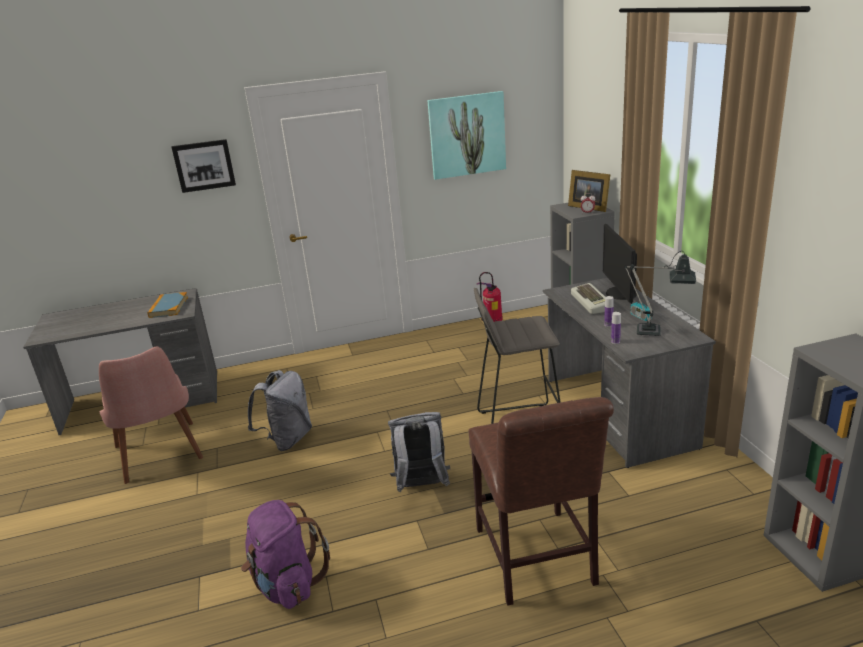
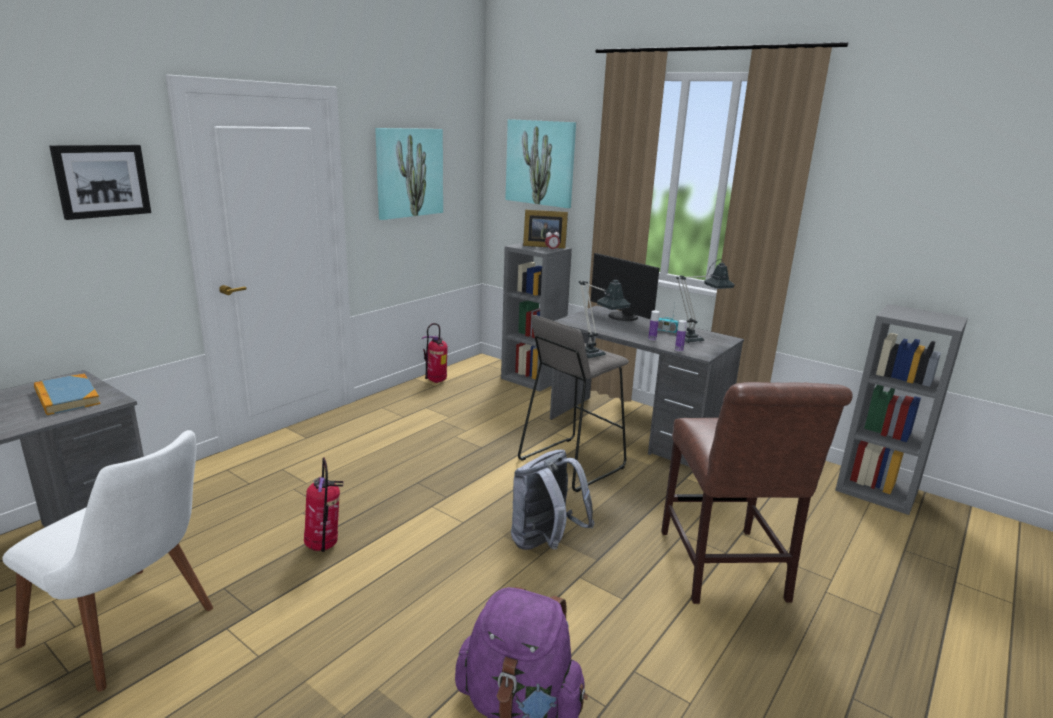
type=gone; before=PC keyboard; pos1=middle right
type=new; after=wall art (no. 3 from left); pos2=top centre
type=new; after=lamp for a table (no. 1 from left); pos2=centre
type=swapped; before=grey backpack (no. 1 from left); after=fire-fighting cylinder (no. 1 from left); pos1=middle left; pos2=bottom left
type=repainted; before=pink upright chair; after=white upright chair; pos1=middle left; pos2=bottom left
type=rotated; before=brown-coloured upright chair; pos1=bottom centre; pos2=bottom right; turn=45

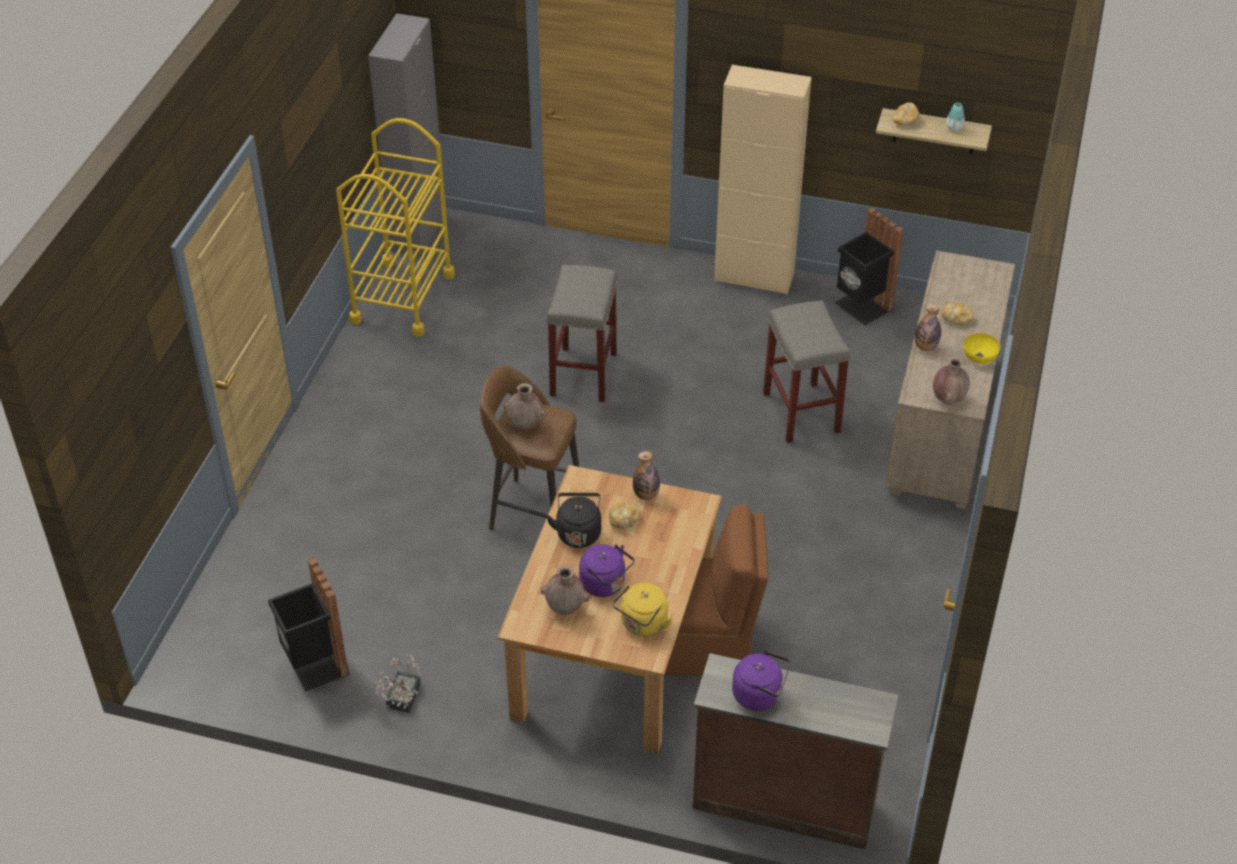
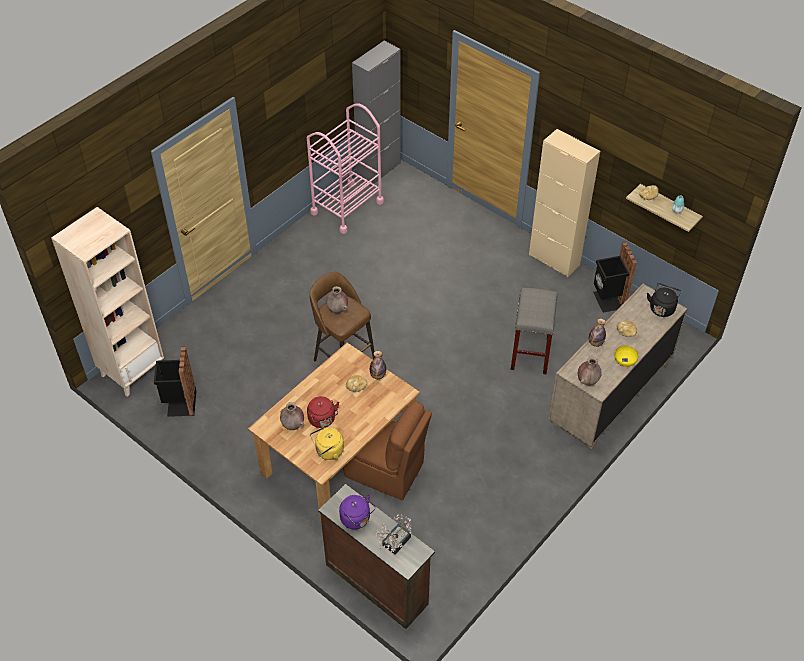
type=gone; before=grey stool (no. 1 from left); pos1=centre
type=new; after=sand-coloured bookshelf; pos2=middle left
type=shifted; before=potted plant; pos1=bottom left; pos2=bottom centre
type=shifted; before=black-coloured tea kettle; pos1=centre; pos2=middle right
type=repainted; before=yellow wheeled cart; after=pink wheeled cart; pos1=top left; pos2=top centre
type=repainted; before=purplish tea kettle (no. 1 from left); after=red tea kettle; pos1=centre; pos2=centre

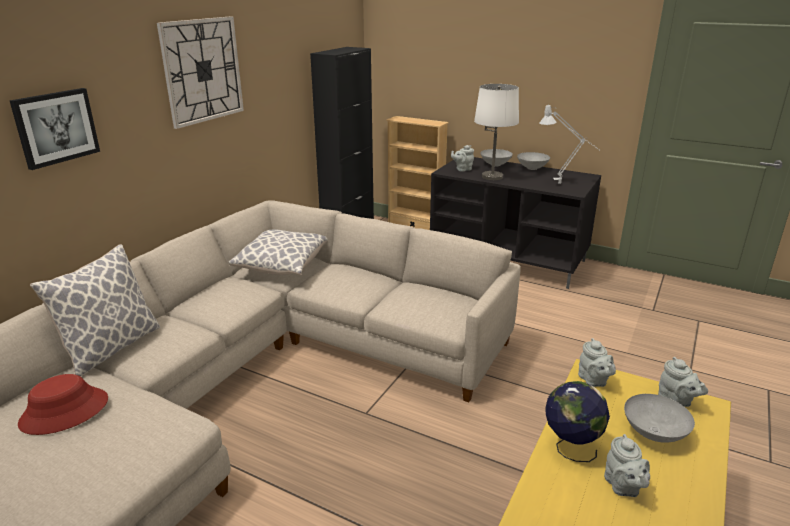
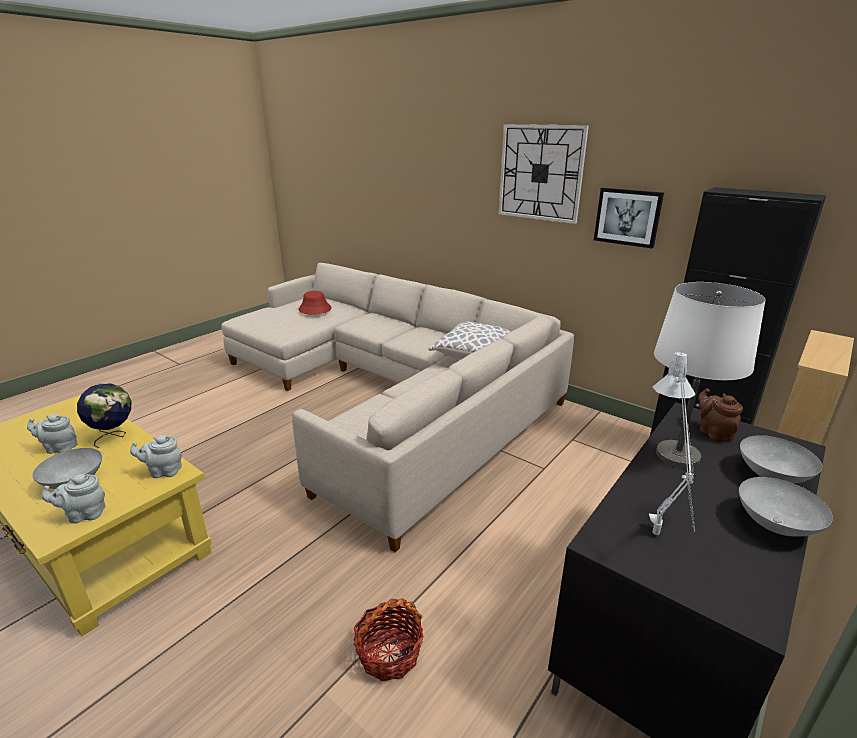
type=gone; before=throw pillow (no. 1 from left); pos1=middle left
type=new; after=basket; pos2=bottom centre
type=shifted; before=wall art; pos1=top left; pos2=top right
type=repainted; before=grey pot for tea (no. 1 from left); after=brown-coloured pot for tea; pos1=top centre; pos2=middle right

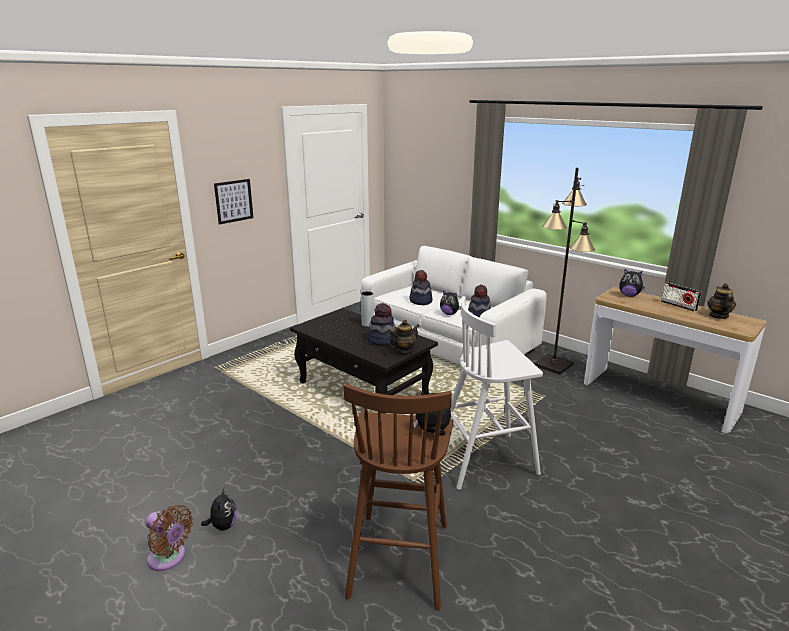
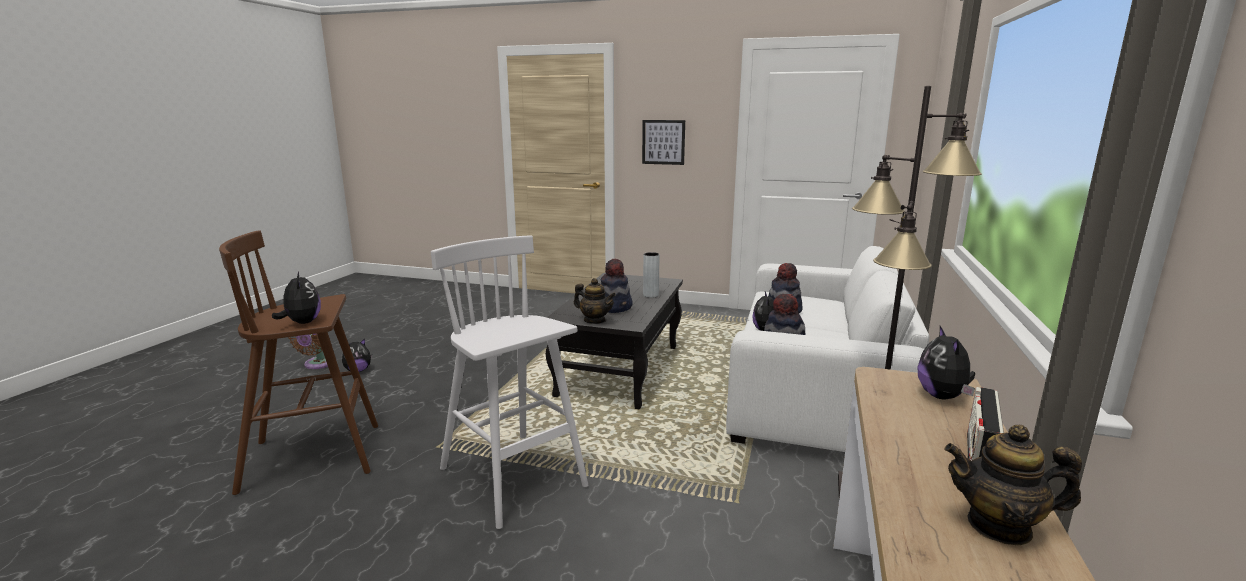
type=rotated; before=pot for tea (no. 2 from left); pos1=middle right; pos2=bottom right; turn=-150

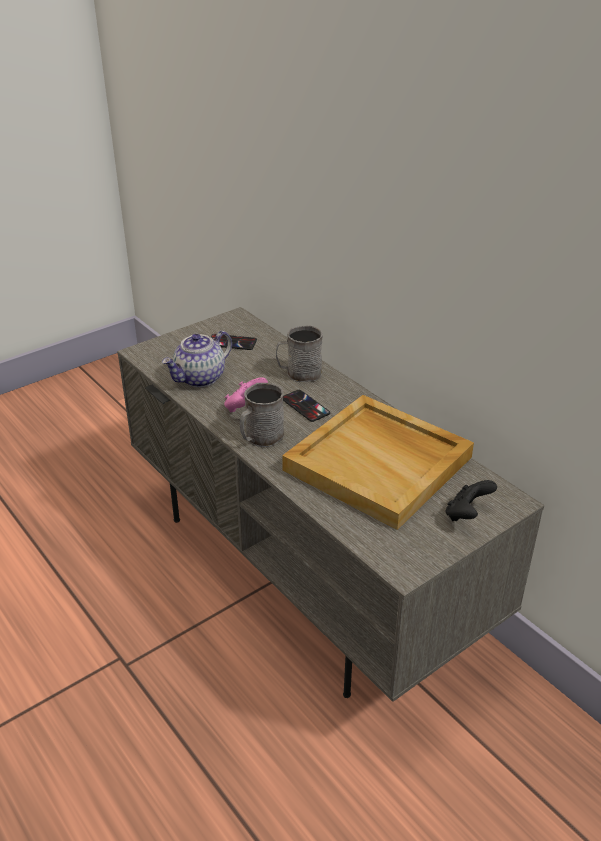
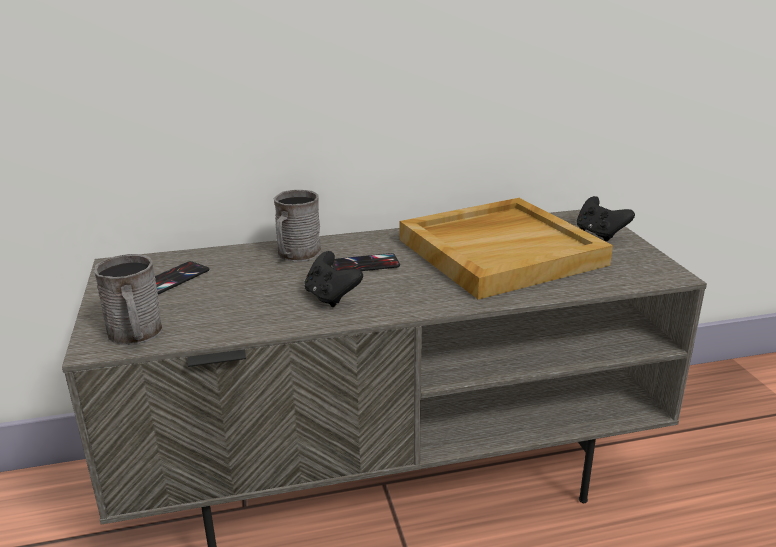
type=gone; before=pot for tea; pos1=middle left
type=shifted; before=grey tea mug (no. 1 from left); pos1=centre; pos2=middle left
type=repainted; before=pink gamepad; after=black-coloured gamepad (no. 1 from left); pos1=centre; pos2=centre

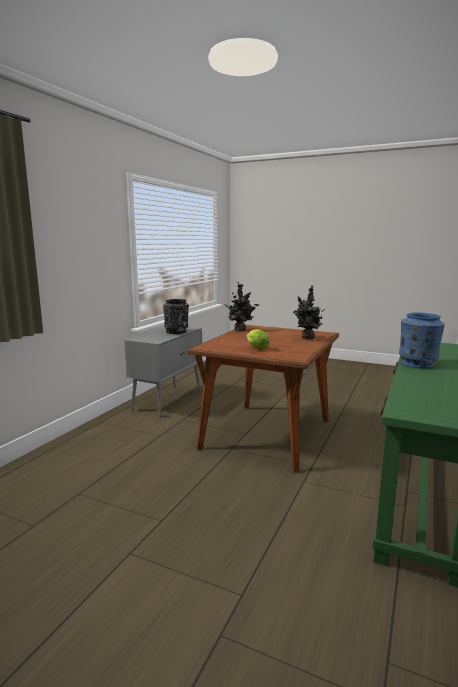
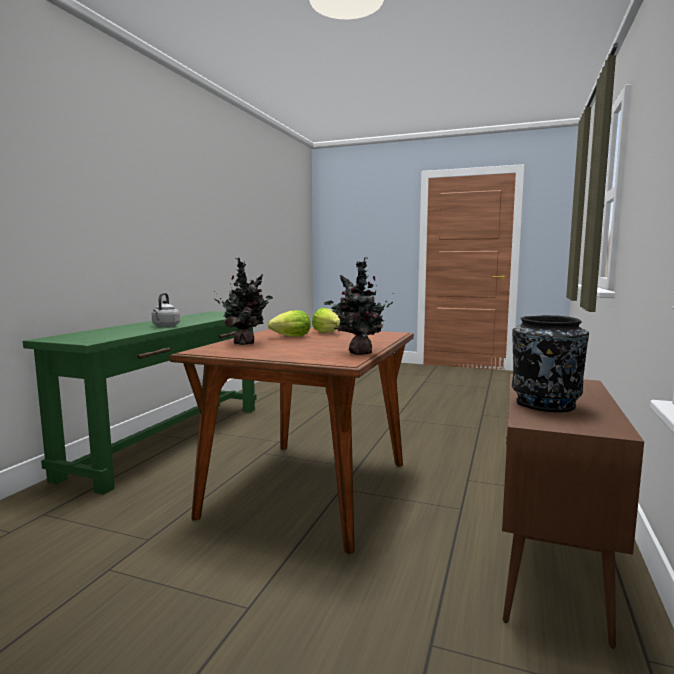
type=new; after=lettuce head (no. 1 from left); pos2=centre
type=swapped; before=bluish flower vase; after=grey tea kettle; pos1=middle right; pos2=middle left
type=repainted; before=grey storage cabinet; after=brown-coloured storage cabinet; pos1=centre; pos2=bottom right

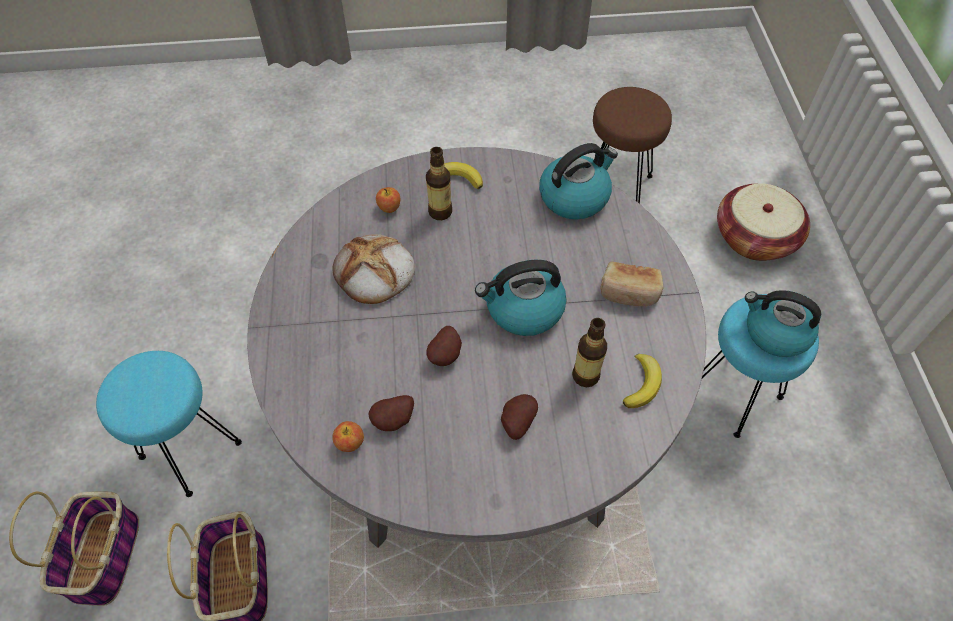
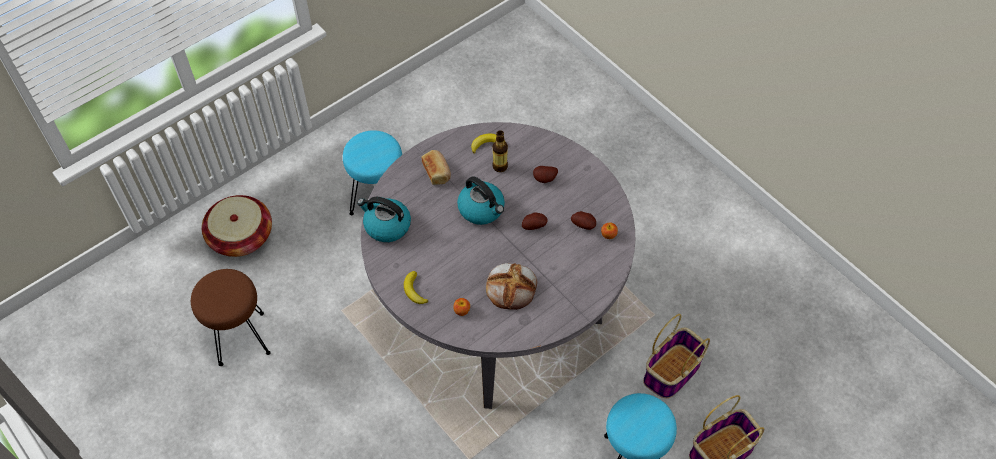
type=gone; before=beverage bottle (no. 1 from left); pos1=top centre
type=gone; before=tea kettle (no. 3 from left); pos1=middle right

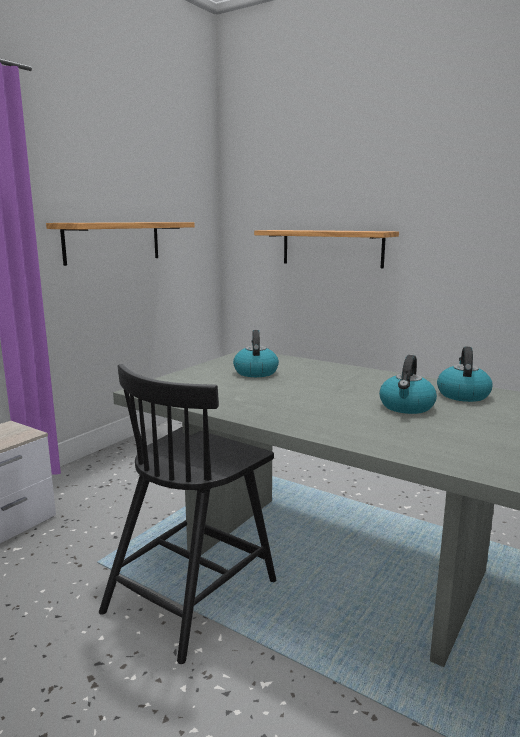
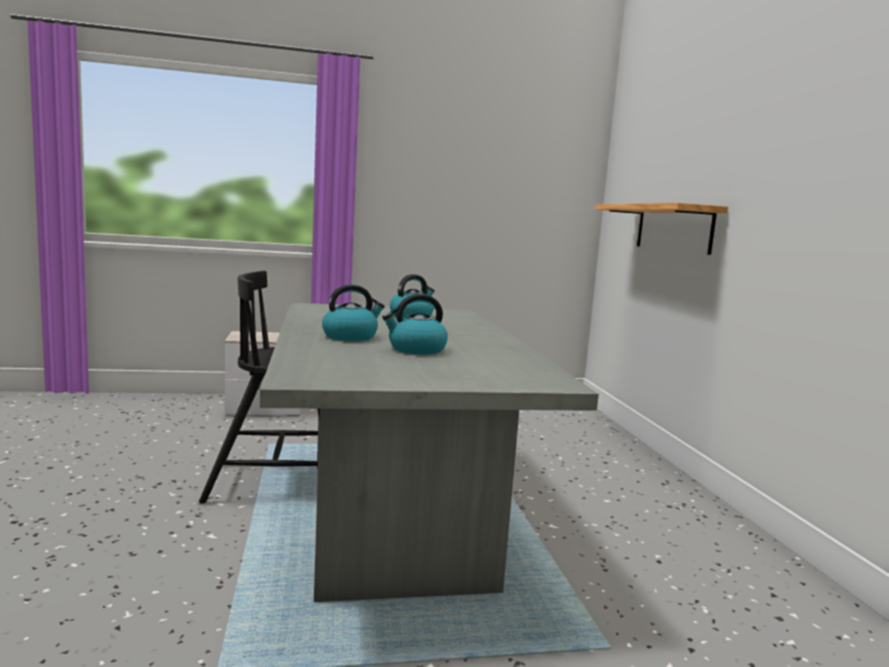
type=gone; before=bracket shelf (no. 1 from left); pos1=top left
type=shifted; before=tea kettle (no. 3 from left in the first image); after=tea kettle (no. 1 from left); pos1=middle right; pos2=centre

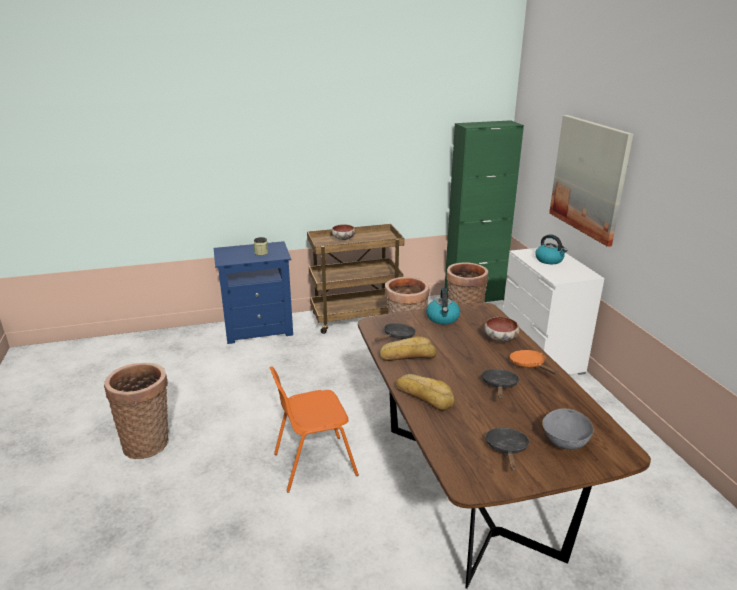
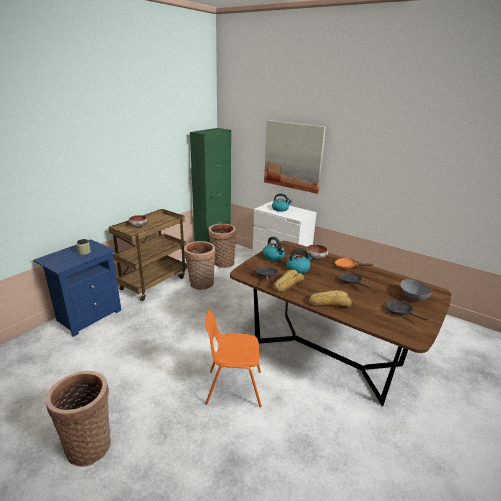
type=new; after=tea kettle (no. 3 from left); pos2=centre
type=rotated; before=orange upright chair; pos1=bottom centre; pos2=bottom centre; turn=60

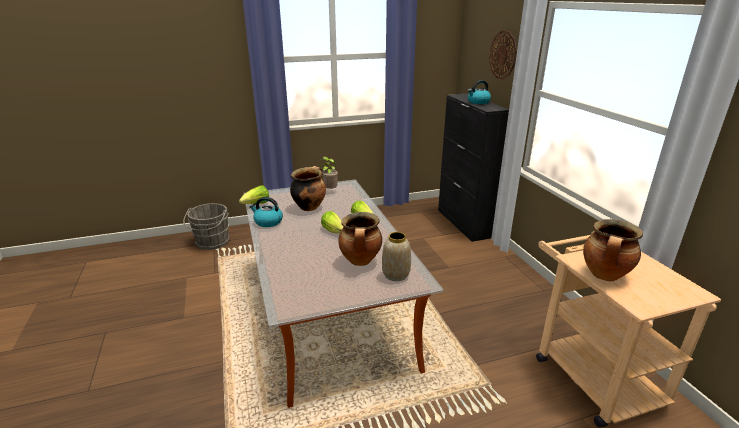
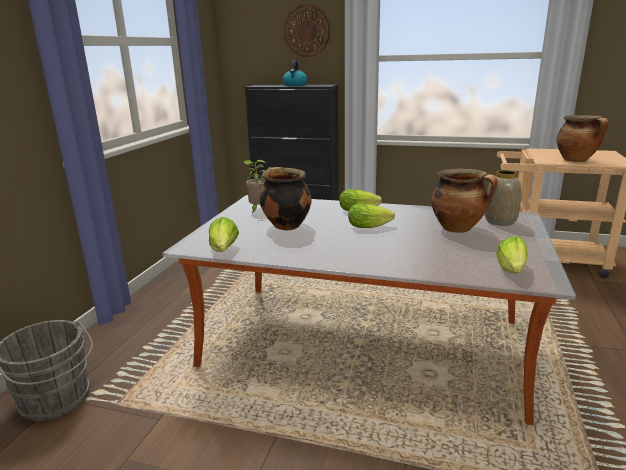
type=gone; before=tea kettle (no. 1 from left); pos1=centre
type=new; after=lettuce head (no. 4 from left); pos2=middle right

